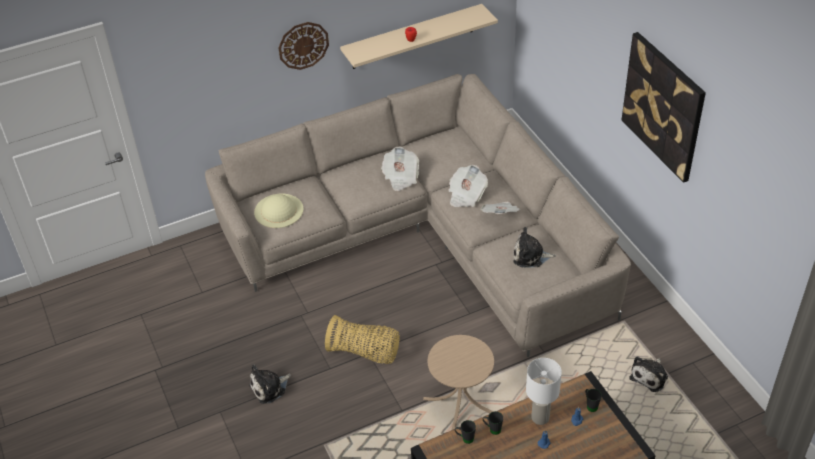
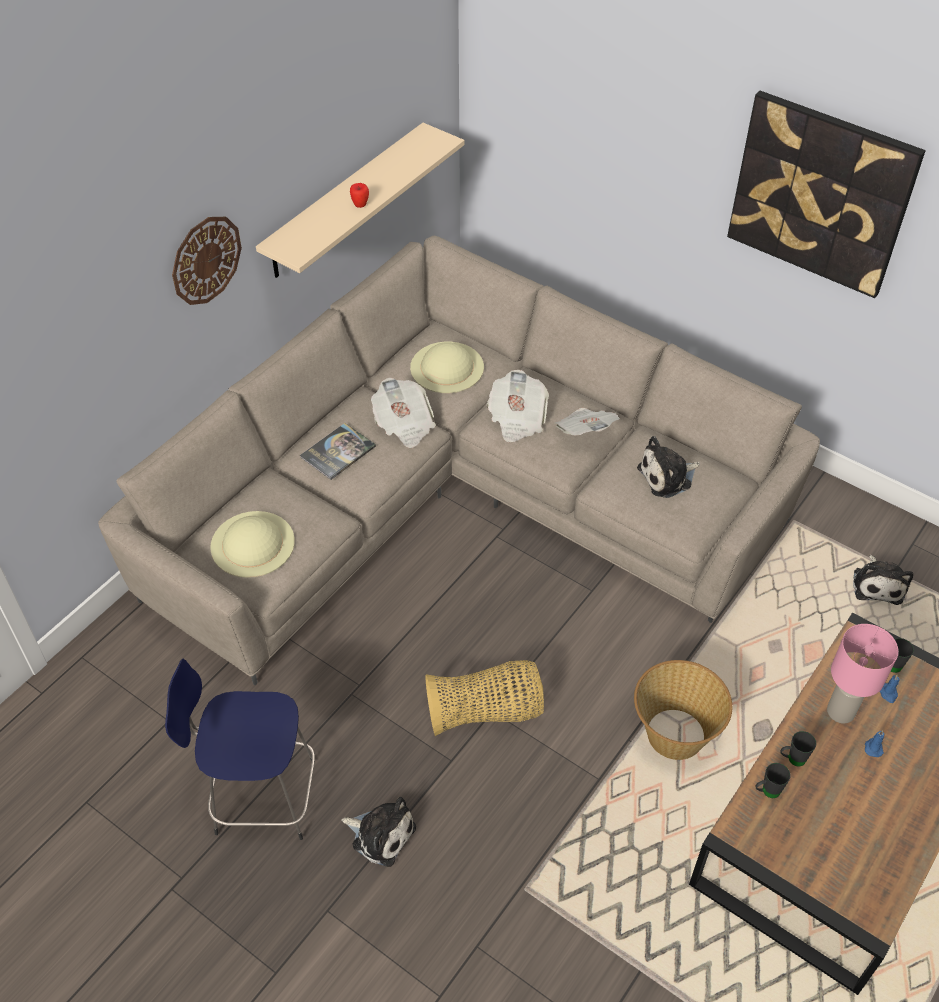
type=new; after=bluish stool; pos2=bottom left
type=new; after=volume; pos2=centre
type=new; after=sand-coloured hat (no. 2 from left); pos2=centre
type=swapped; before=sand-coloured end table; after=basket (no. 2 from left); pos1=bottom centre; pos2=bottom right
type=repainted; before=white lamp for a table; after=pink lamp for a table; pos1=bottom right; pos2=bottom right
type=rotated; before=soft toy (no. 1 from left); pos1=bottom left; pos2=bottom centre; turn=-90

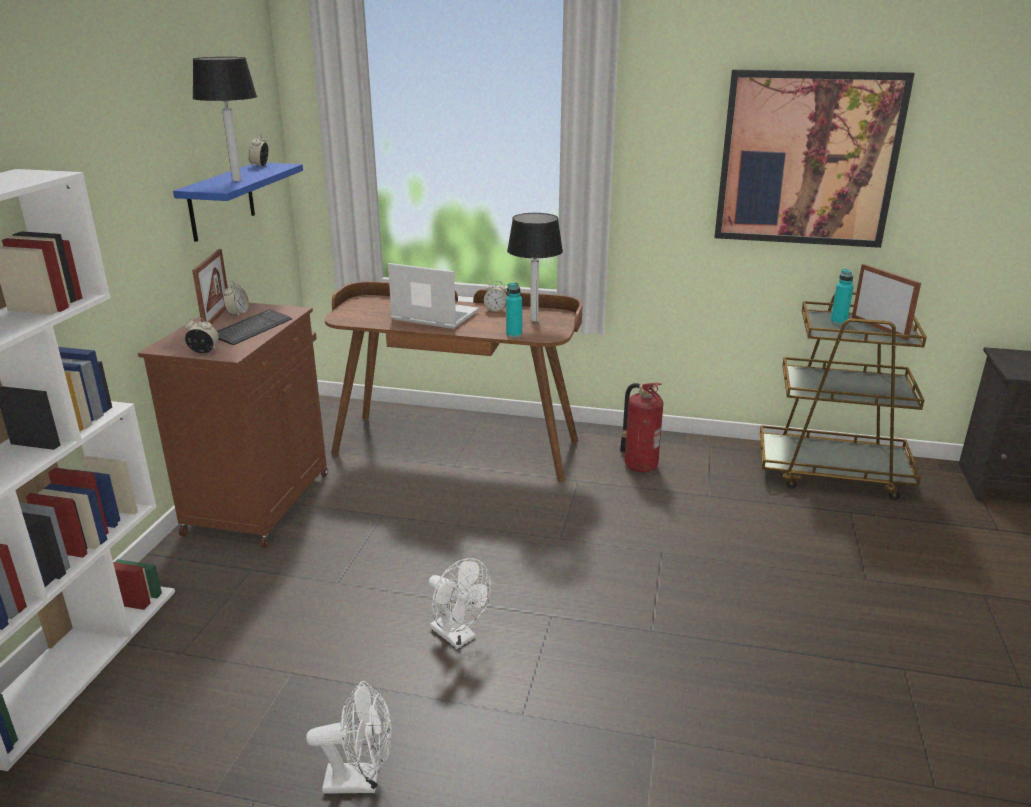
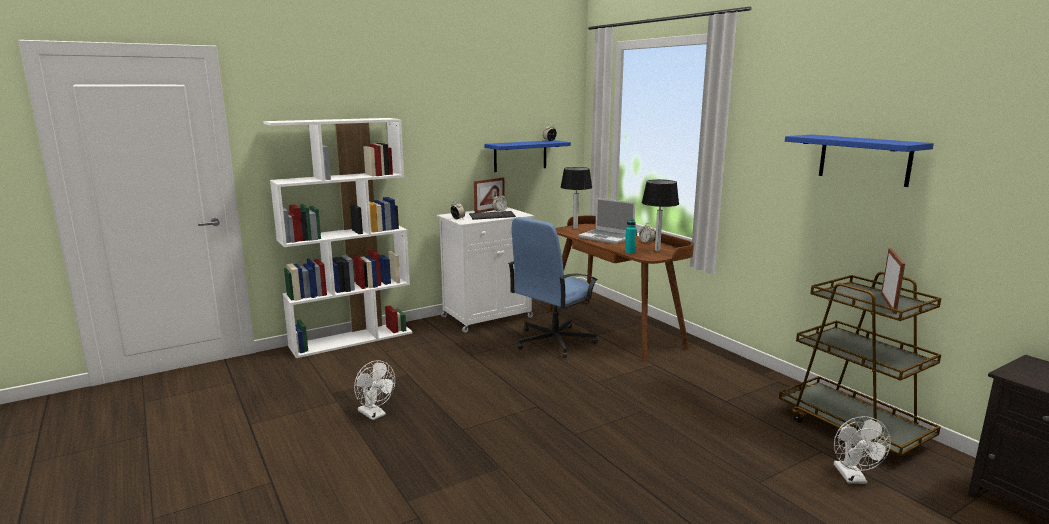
type=gone; before=fire-fighting cylinder; pos1=centre
type=gone; before=turquoise beverage bottle (no. 2 from left); pos1=middle right
type=new; after=bluish office chair; pos2=centre
type=shifted; before=lamp for a table (no. 1 from left); pos1=top left; pos2=centre
type=shifted; before=white fan (no. 2 from left); pos1=bottom centre; pos2=bottom right
type=swapped; before=wall art; after=bluish bracket shelf (no. 2 from left); pos1=top right; pos2=top right
type=repainted; before=brown-coloured storage cabinet; after=white storage cabinet; pos1=middle left; pos2=centre
type=rotated; before=portable computer; pos1=centre; pos2=centre; turn=150

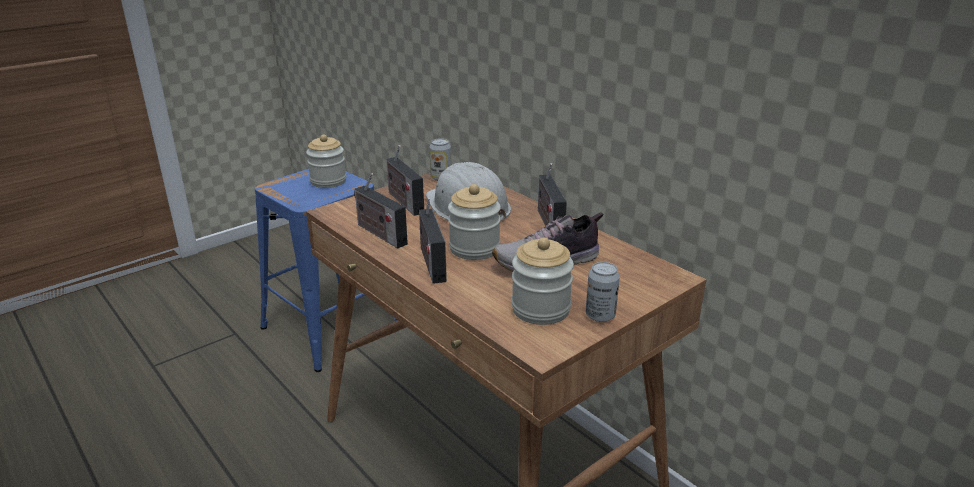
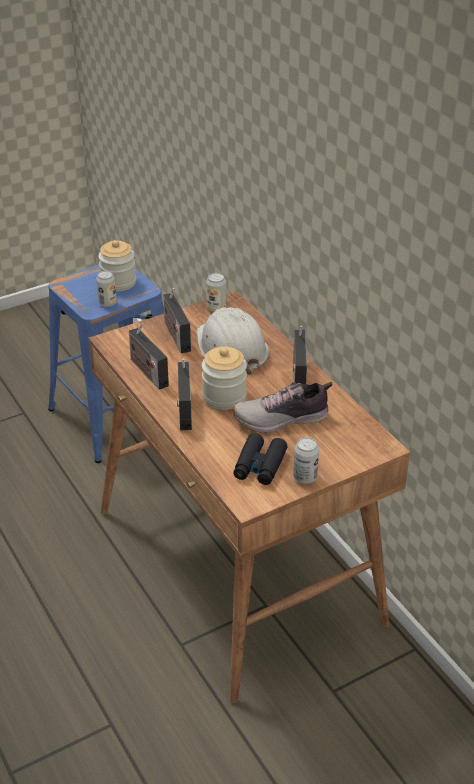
type=new; after=sealed can (no. 1 from left); pos2=middle left
type=swapped; before=jar (no. 3 from left); after=black-coloured field glasses; pos1=centre; pos2=centre

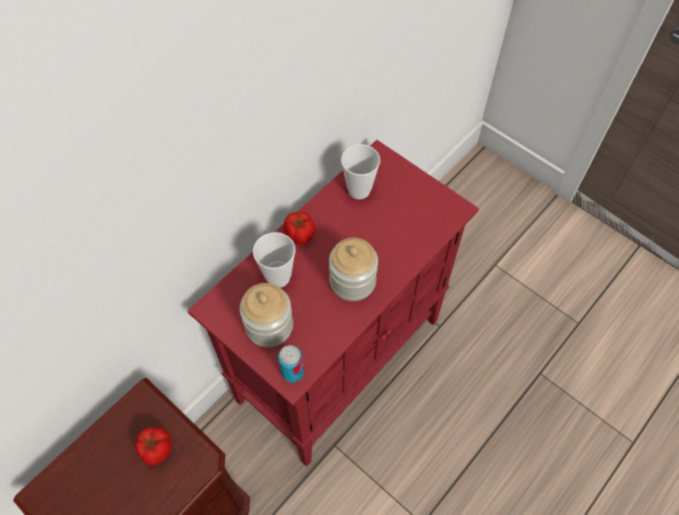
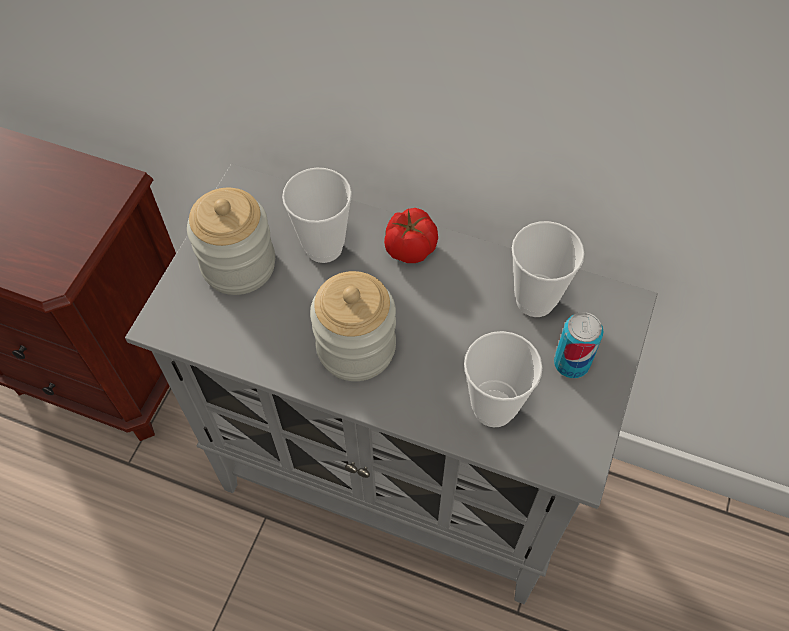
type=gone; before=whole tomato (no. 1 from left); pos1=bottom left
type=new; after=drinking cup (no. 2 from left); pos2=centre
type=shifted; before=sealed can; pos1=bottom centre; pos2=middle right
type=repainted; before=red storage cabinet; after=grey storage cabinet; pos1=centre; pos2=centre

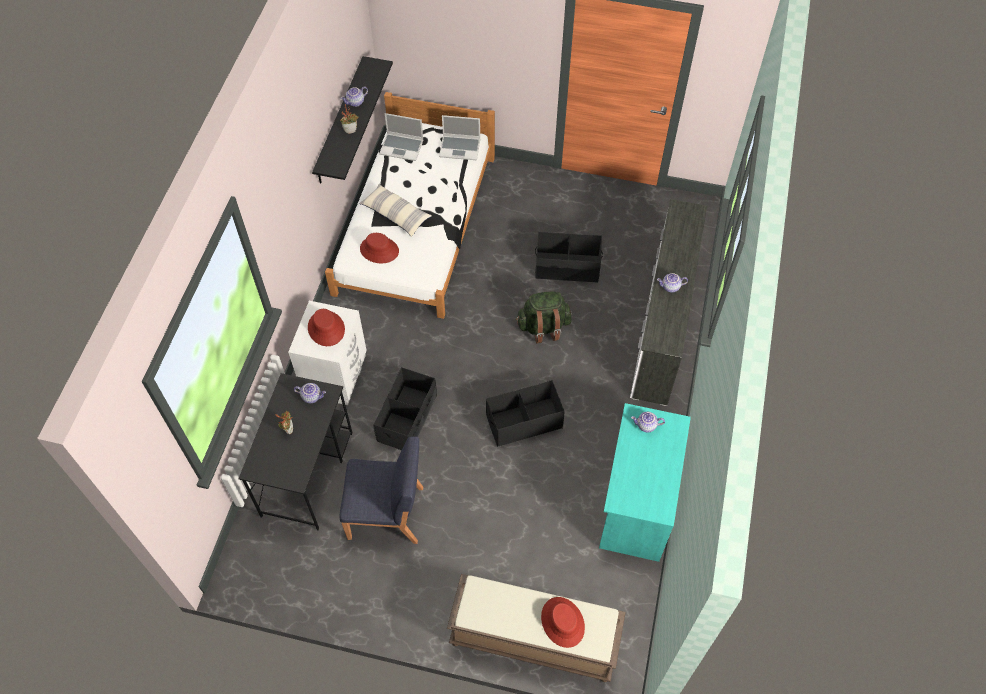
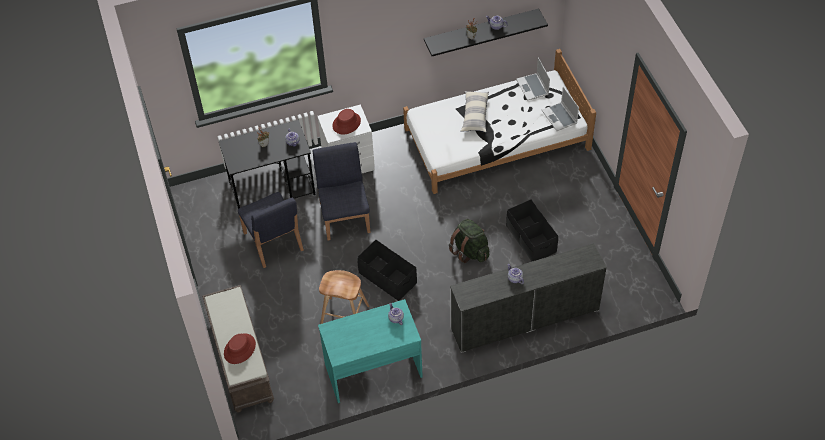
type=gone; before=red hat (no. 2 from left); pos1=centre
type=new; after=brown-coloured stool; pos2=bottom centre
type=swapped; before=black-coloured storage container (no. 1 from left); after=bluish upright chair (no. 2 from left); pos1=centre; pos2=centre

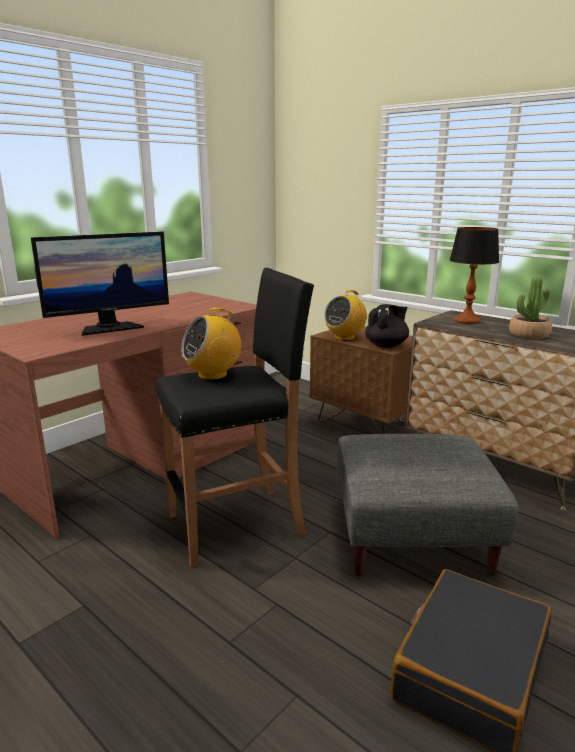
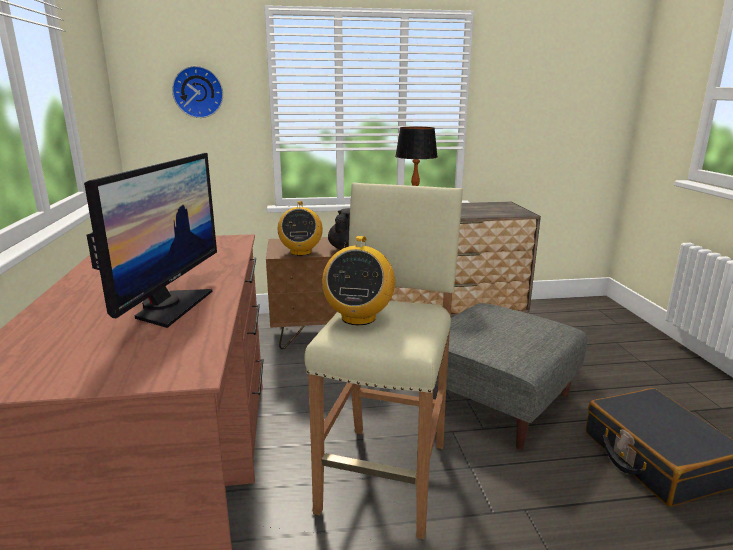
type=gone; before=potted plant; pos1=middle right
type=new; after=clock on the wall; pos2=top left
type=repainted; before=black-coloured stool; after=sand-coloured stool; pos1=centre; pos2=centre

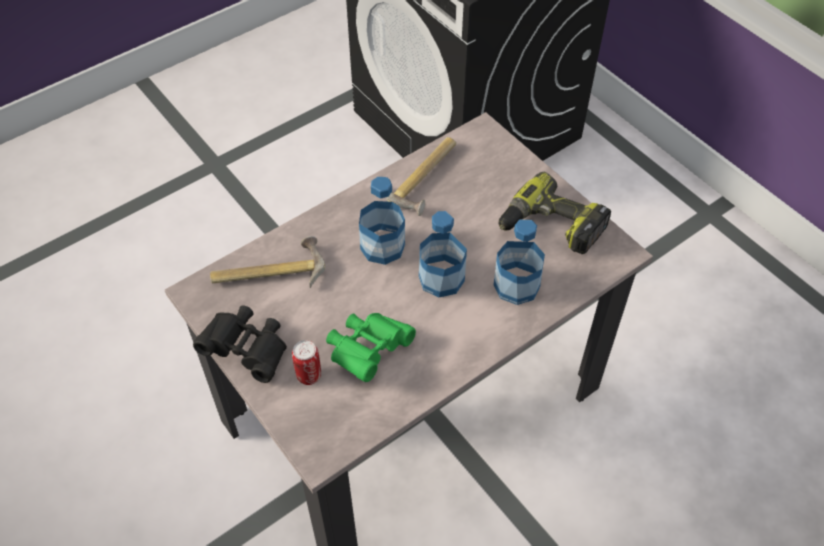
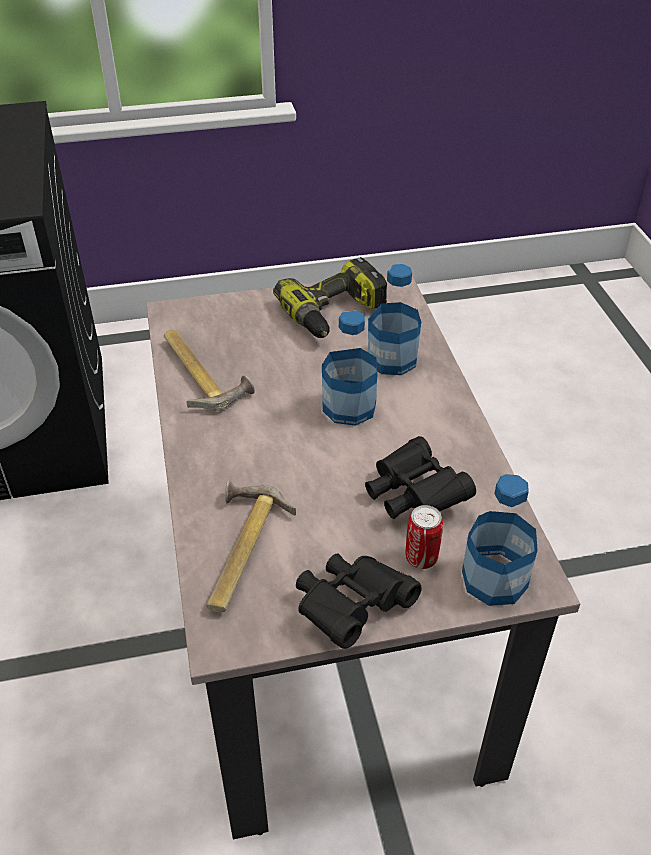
type=shifted; before=beverage bottle (no. 1 from left in the first image); after=beverage bottle (no. 3 from left); pos1=centre; pos2=middle right
type=repainted; before=green field glasses; after=black-coloured field glasses (no. 2 from left); pos1=centre; pos2=centre

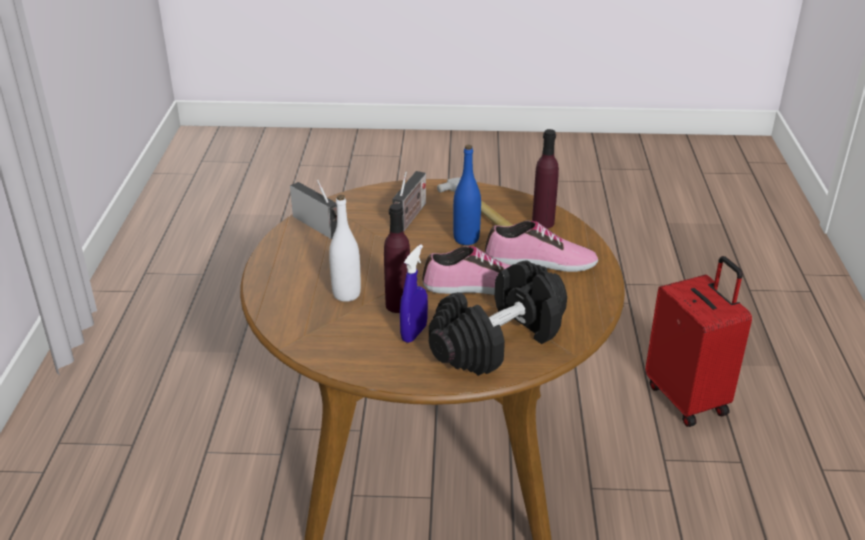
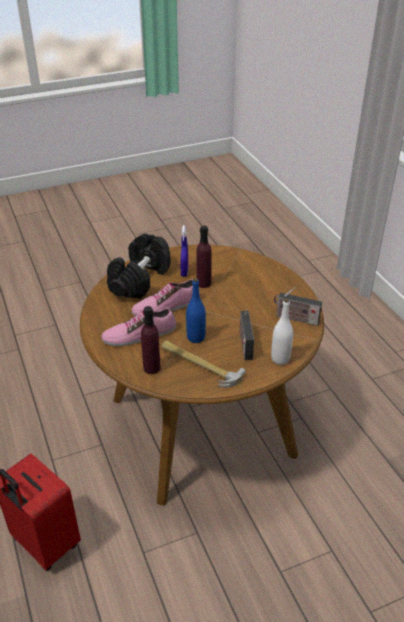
type=shifted; before=white beverage bottle; pos1=centre; pos2=middle right

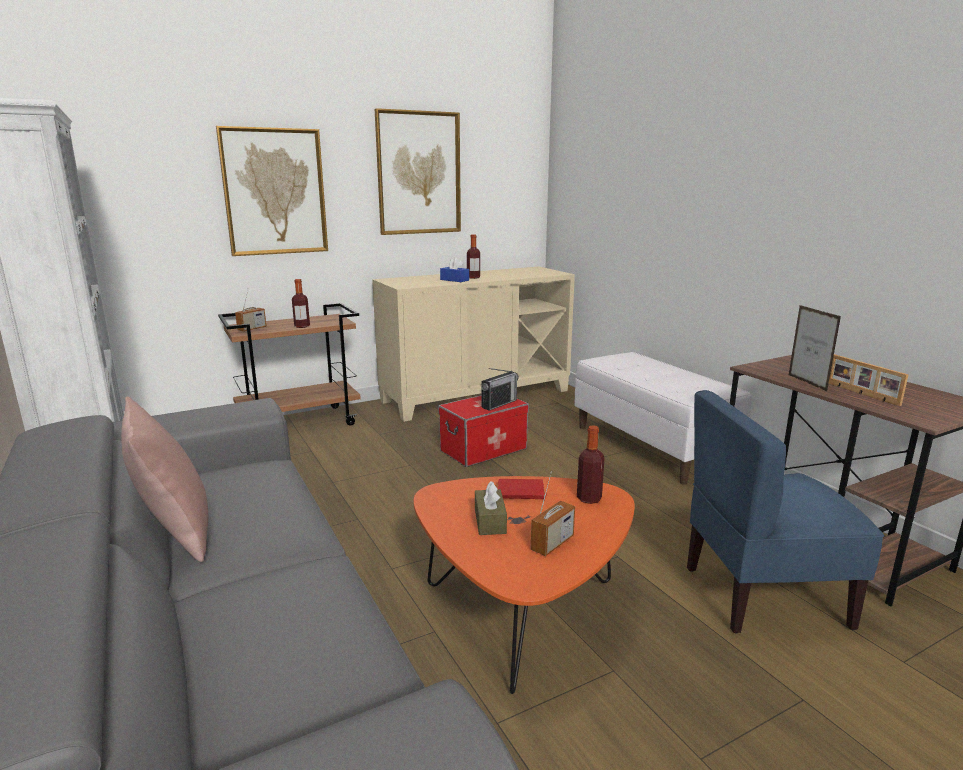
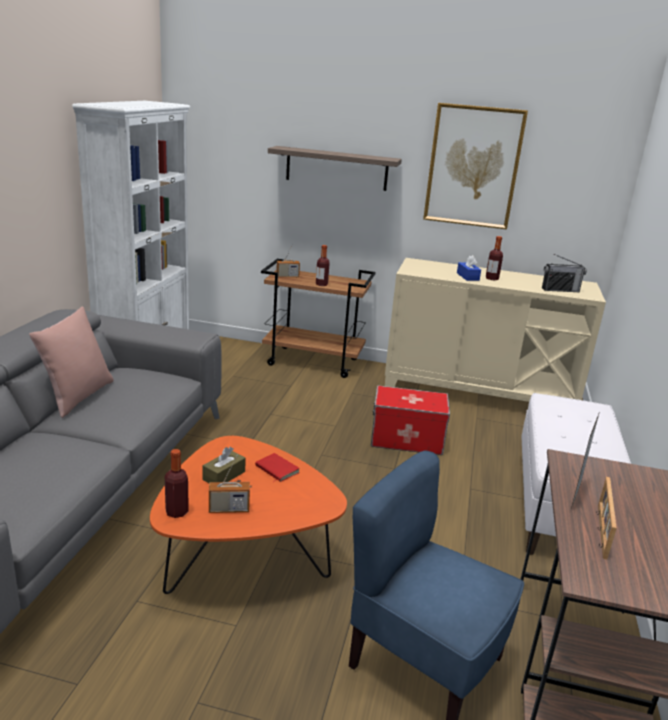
type=shifted; before=radio receiver (no. 2 from left in the first image); after=radio receiver (no. 3 from left); pos1=centre; pos2=middle right
type=shifted; before=beverage bottle (no. 3 from left in the first image); after=beverage bottle (no. 1 from left); pos1=centre; pos2=bottom left
type=swapped; before=wall art (no. 1 from left); after=bracket shelf; pos1=top left; pos2=top centre

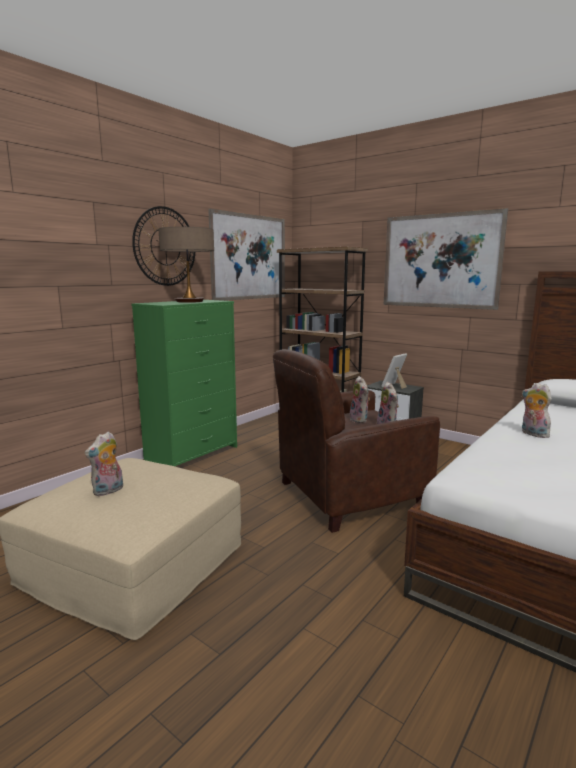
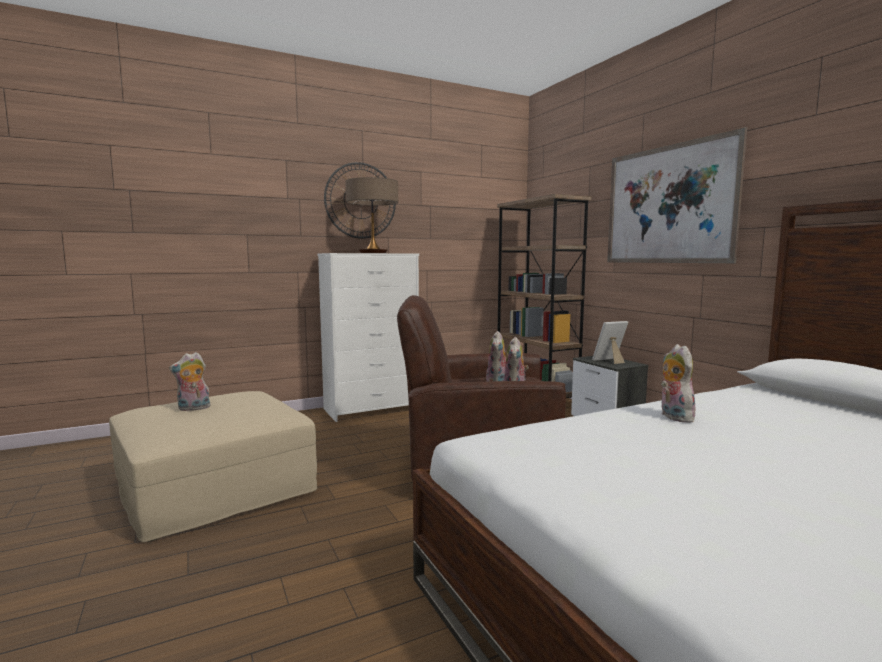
type=gone; before=wall art (no. 1 from left); pos1=top centre
type=repainted; before=green dresser; after=white dresser; pos1=middle left; pos2=centre

